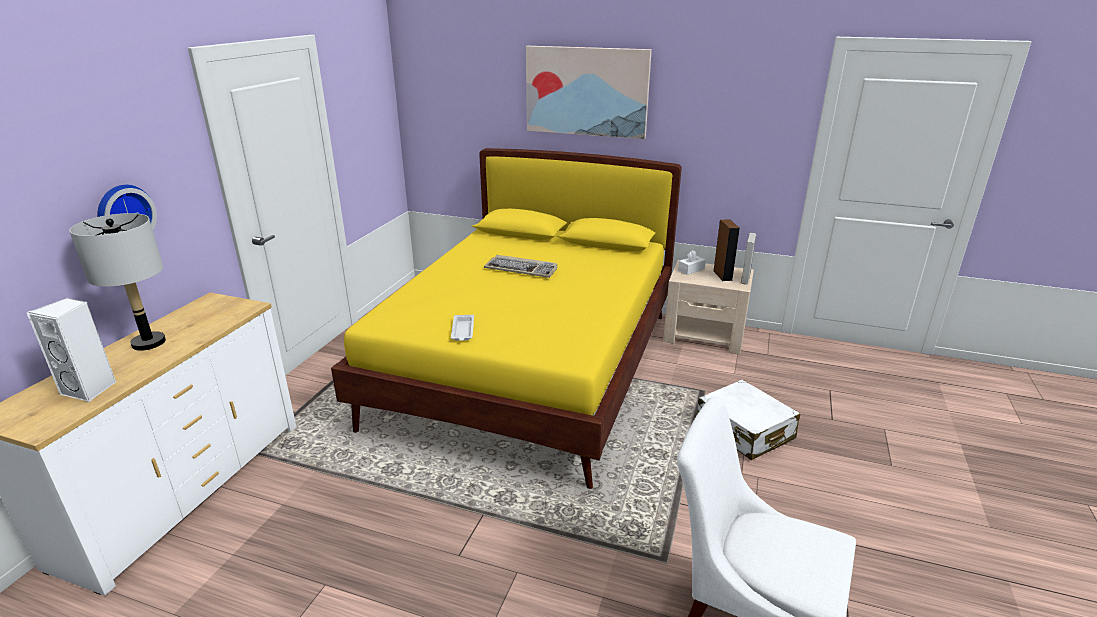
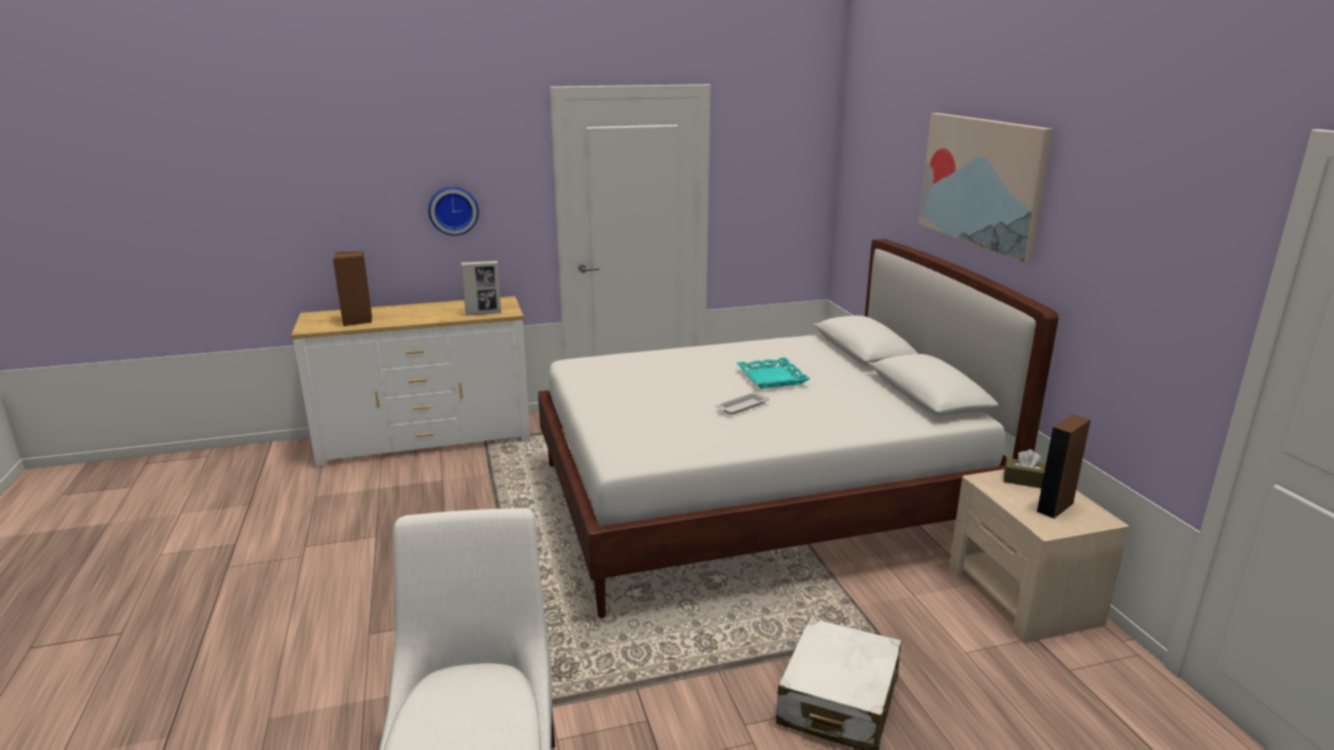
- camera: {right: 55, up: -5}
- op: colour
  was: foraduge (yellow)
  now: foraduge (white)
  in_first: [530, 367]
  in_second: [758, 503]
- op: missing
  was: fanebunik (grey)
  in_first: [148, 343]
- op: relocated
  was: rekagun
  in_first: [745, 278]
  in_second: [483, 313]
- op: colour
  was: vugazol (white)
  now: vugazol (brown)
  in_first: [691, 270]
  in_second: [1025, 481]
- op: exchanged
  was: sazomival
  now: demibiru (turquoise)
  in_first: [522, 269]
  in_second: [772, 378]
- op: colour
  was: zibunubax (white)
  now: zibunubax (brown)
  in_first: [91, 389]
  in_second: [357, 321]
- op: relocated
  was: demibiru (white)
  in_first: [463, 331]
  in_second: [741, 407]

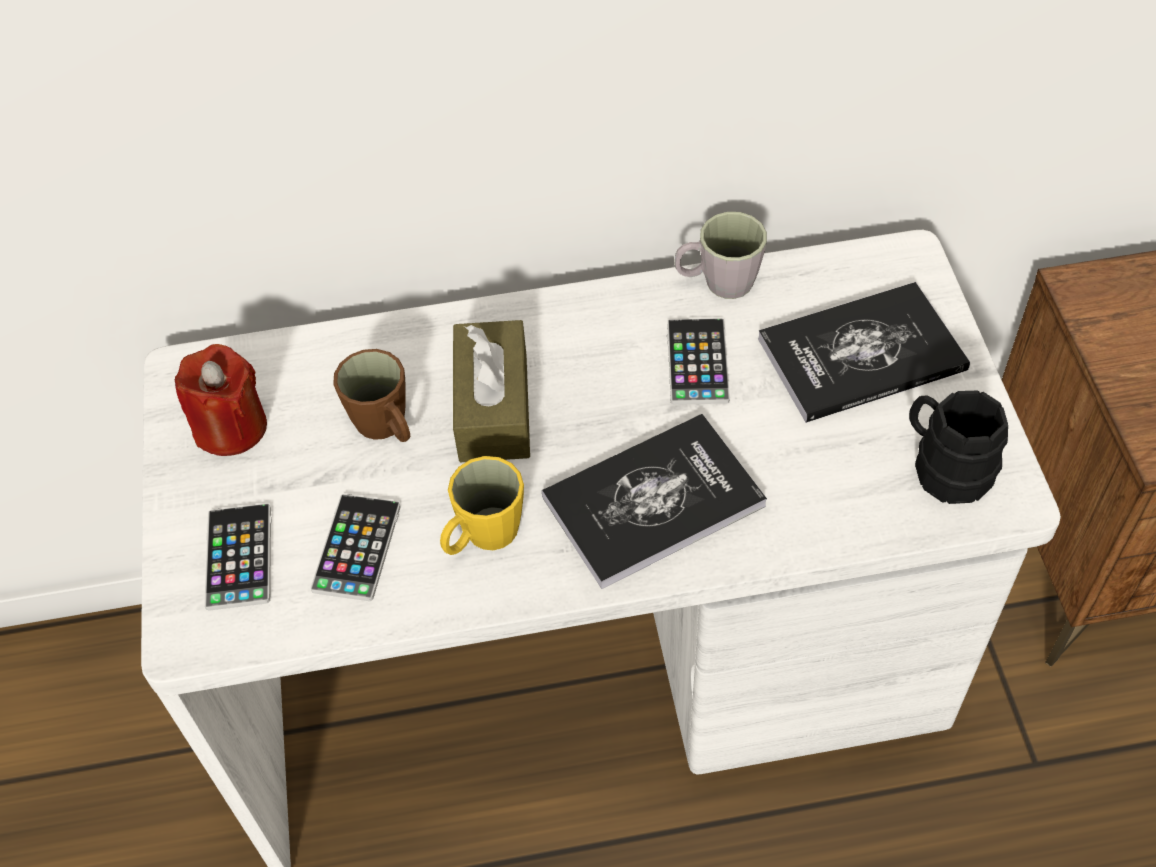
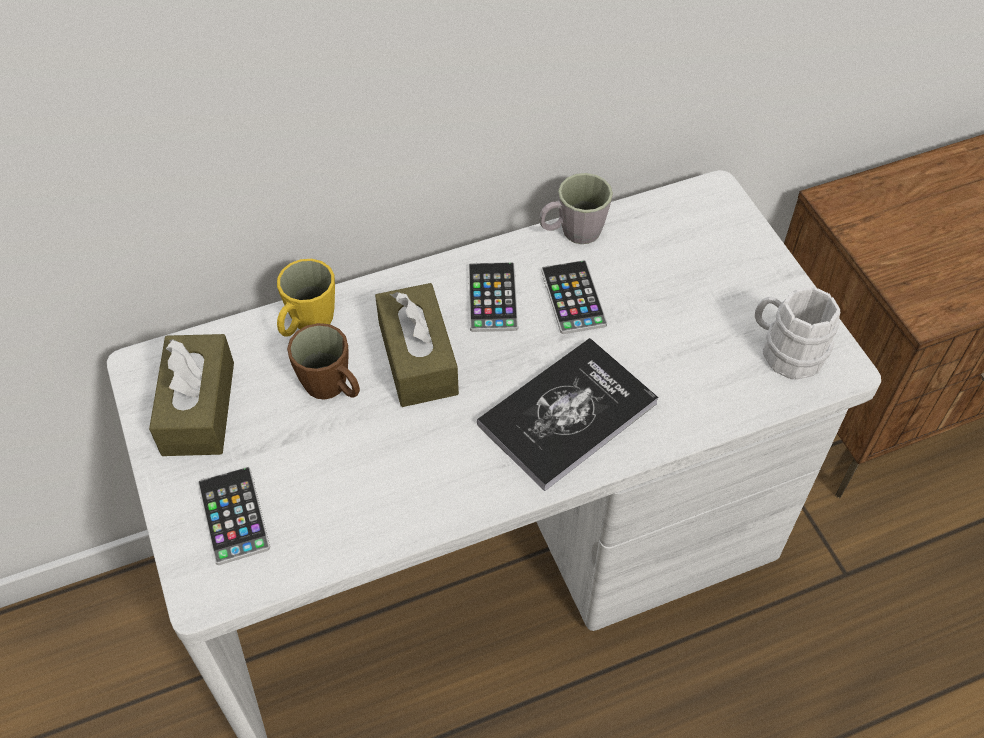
- camera: {right: -15, up: 0}
- op: missing
  was: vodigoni
  in_first: [861, 355]
- op: exchanged
  was: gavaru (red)
  now: vugazol (brown)
  in_first: [231, 427]
  in_second: [198, 408]
- op: colour
  was: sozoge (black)
  now: sozoge (white)
  in_first: [944, 467]
  in_second: [785, 352]
- op: relocated
  was: sozoge (yellow)
  in_first: [482, 537]
  in_second: [307, 324]
- op: relocated
  was: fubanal
  in_first: [356, 548]
  in_second: [492, 297]

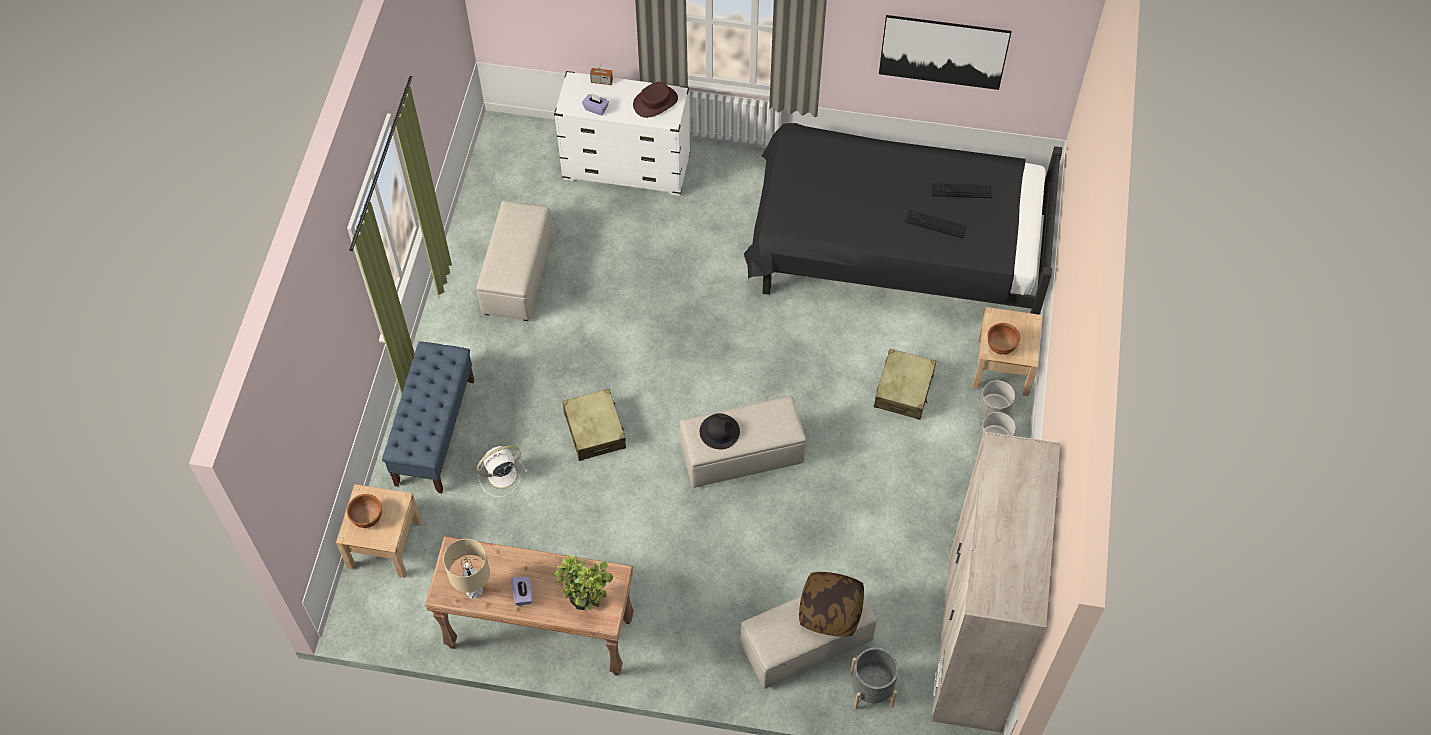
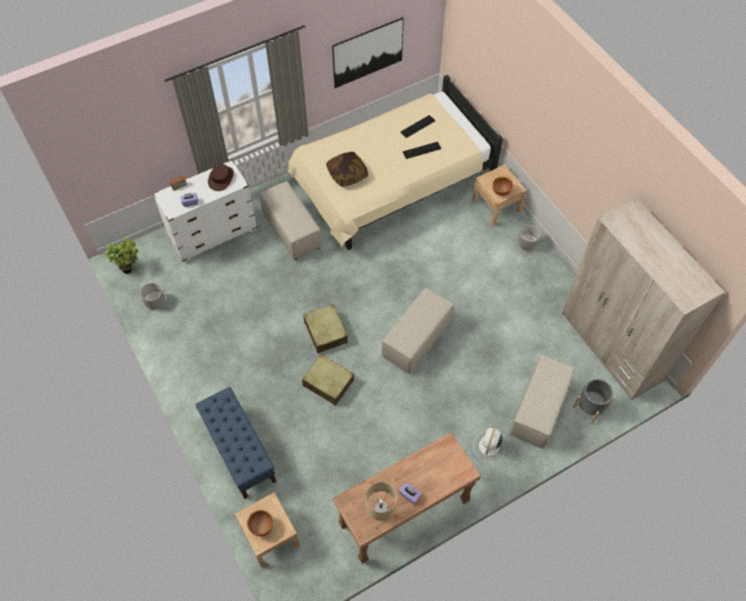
- camera: {right: -40, up: 0}
- op: colour
  was: foraduge (black)
  now: foraduge (beige)
  in_first: [894, 248]
  in_second: [391, 184]
- op: relocated
  was: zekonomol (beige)
  in_first: [518, 276]
  in_second: [292, 231]
- op: relocated
  was: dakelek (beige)
  in_first: [904, 390]
  in_second: [325, 332]
- op: relocated
  was: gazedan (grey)
  in_first: [994, 409]
  in_second: [155, 302]
- op: missing
  was: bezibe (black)
  in_first: [719, 431]
- op: relocated
  was: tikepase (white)
  in_first: [500, 475]
  in_second: [488, 447]
- op: relocated
  was: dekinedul
  in_first: [586, 601]
  in_second: [129, 268]
- op: relocated
  was: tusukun
  in_first: [830, 609]
  in_second: [347, 174]

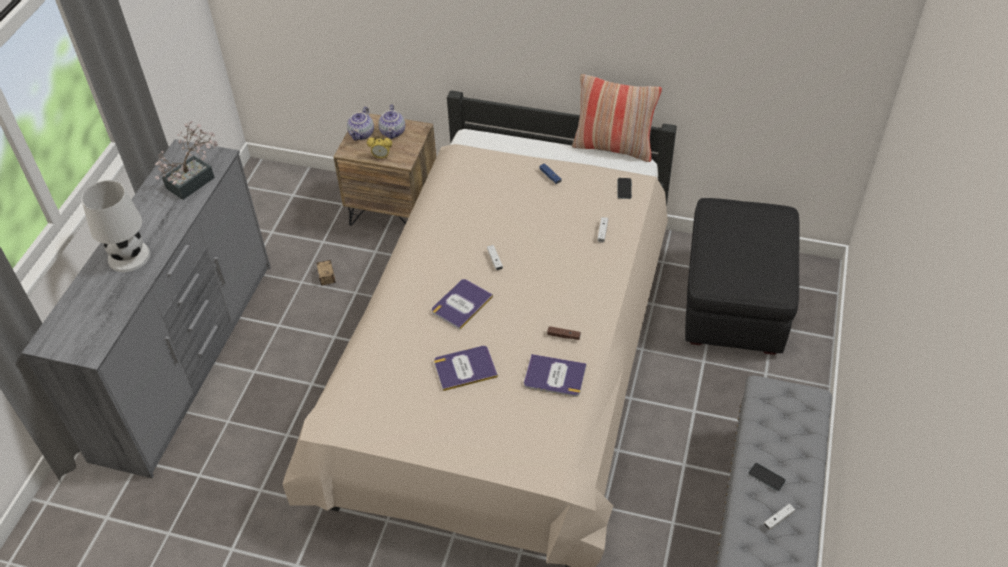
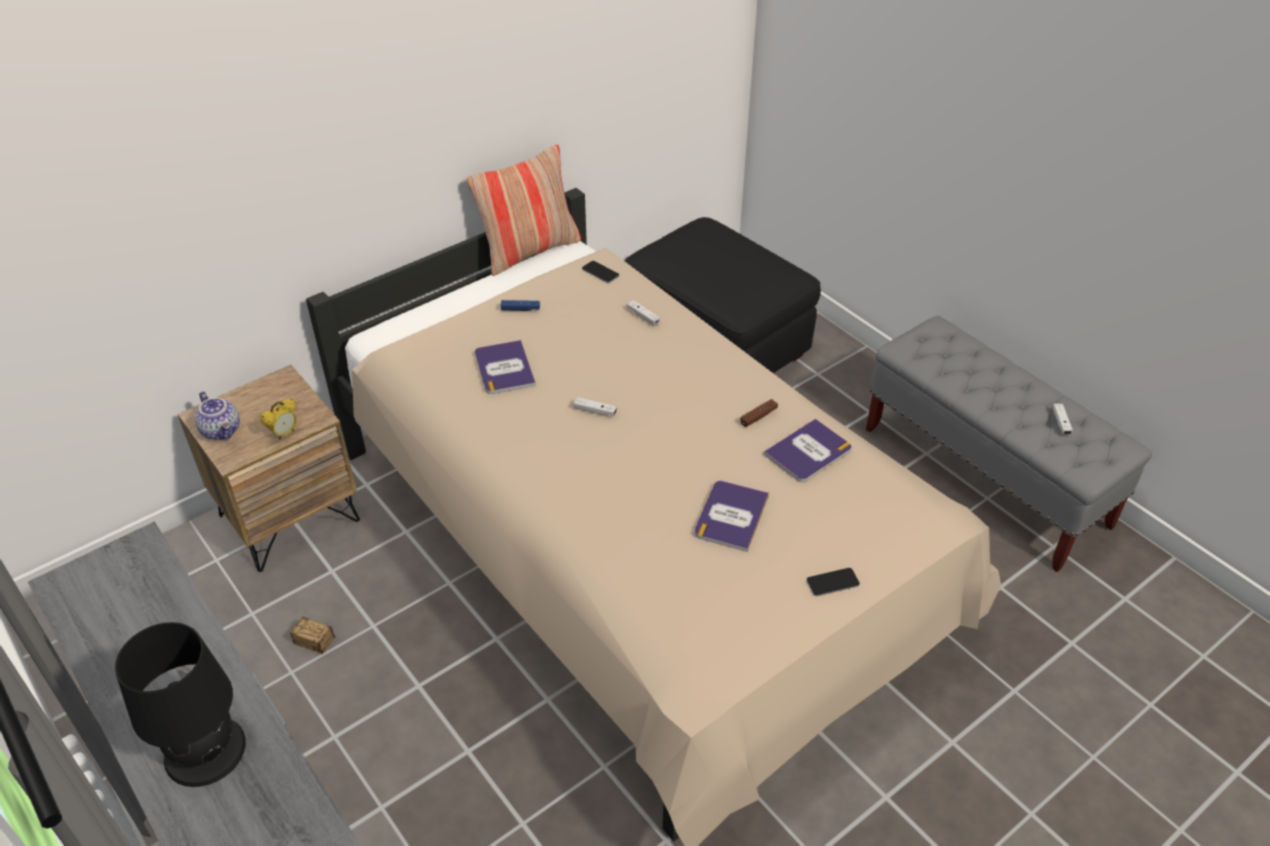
- camera: {right: -55, up: -5}
- op: missing
  was: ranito
  in_first: [393, 132]
- op: missing
  was: dekinedul
  in_first: [195, 180]
- op: colour
  was: fanebunik (white)
  now: fanebunik (black)
  in_first: [129, 256]
  in_second: [204, 749]
- op: relocated
  was: vodigoni
  in_first: [461, 304]
  in_second: [504, 368]
- op: relocated
  was: fubanal
  in_first: [766, 477]
  in_second: [832, 582]

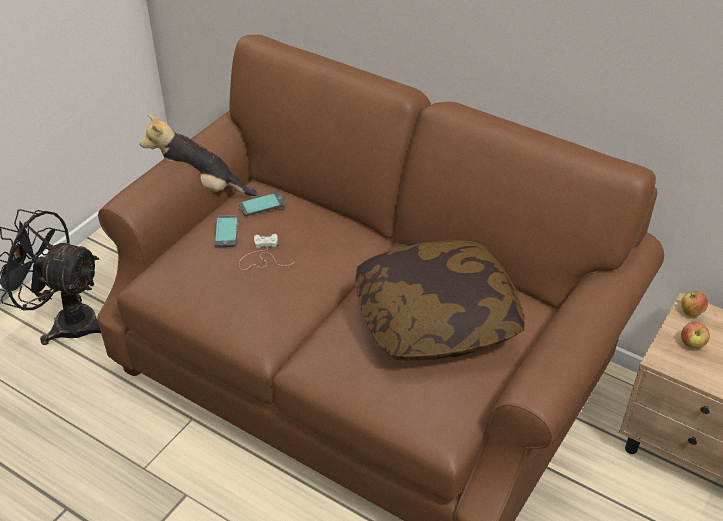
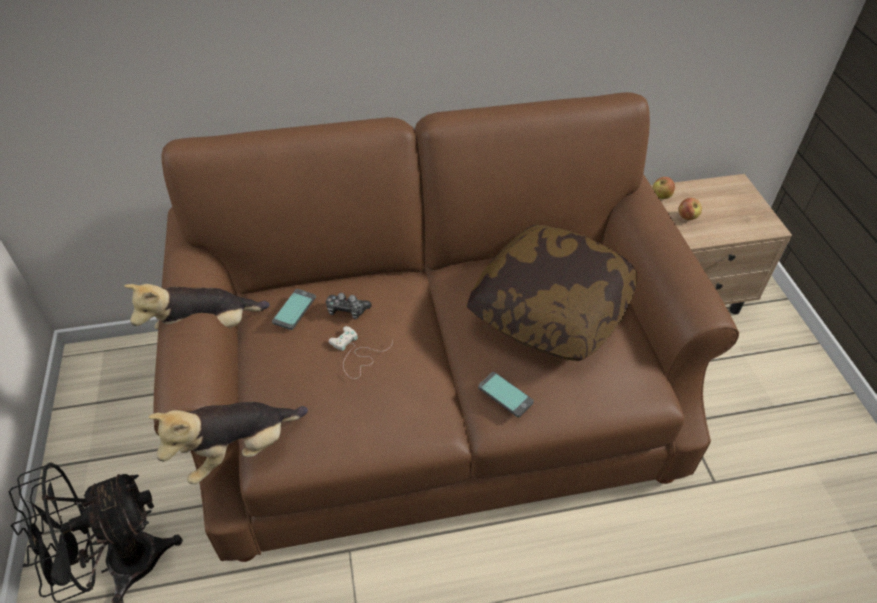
- camera: {right: -45, up: 5}
- op: relocated
  was: fubanal
  in_first: [226, 232]
  in_second: [505, 394]
- op: appeared
  now: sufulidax
  in_second: [347, 310]
- op: appeared
  now: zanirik
  in_second: [240, 451]

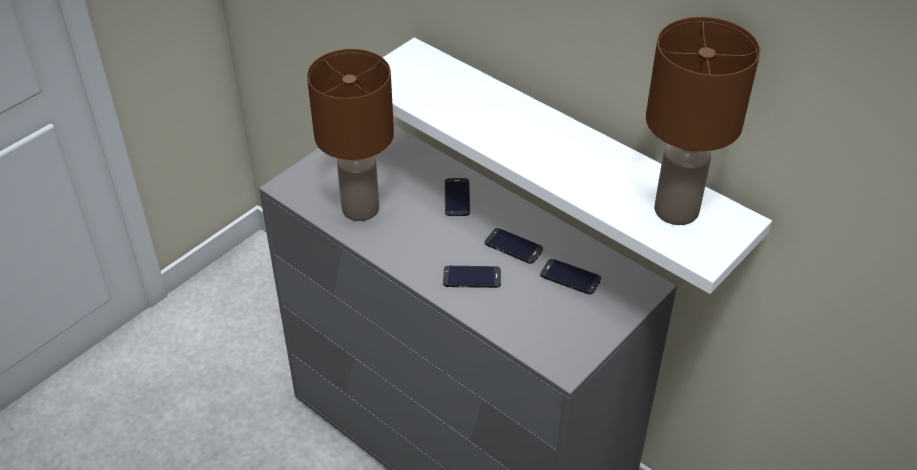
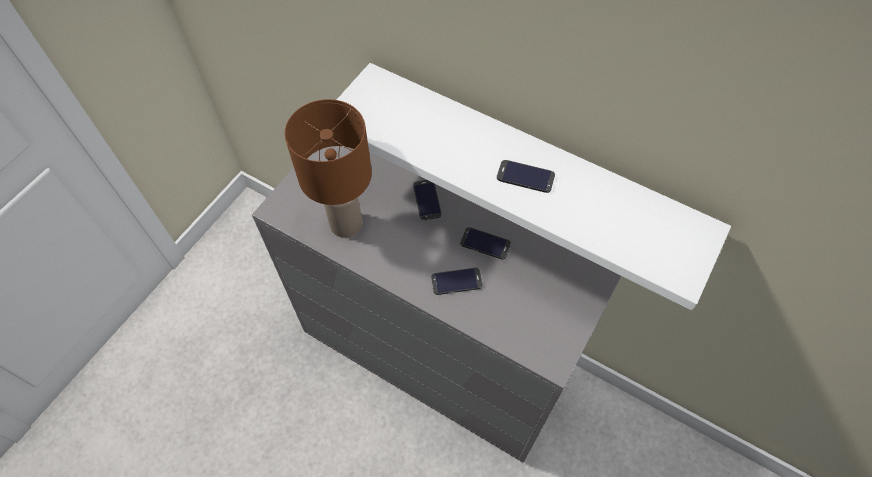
- camera: {right: -10, up: 15}
- op: missing
  was: fanebunik (brown)
  in_first: [677, 211]
- op: relocated
  was: fubanal
  in_first: [570, 277]
  in_second: [525, 176]

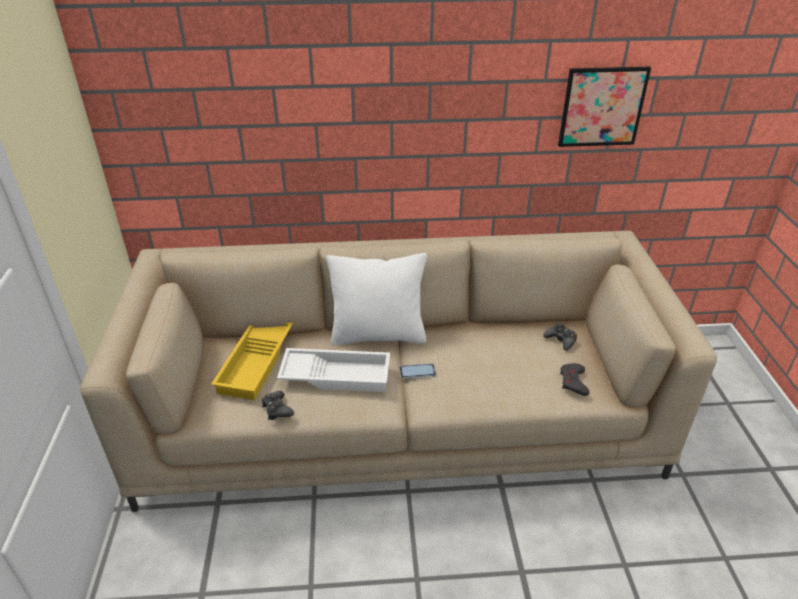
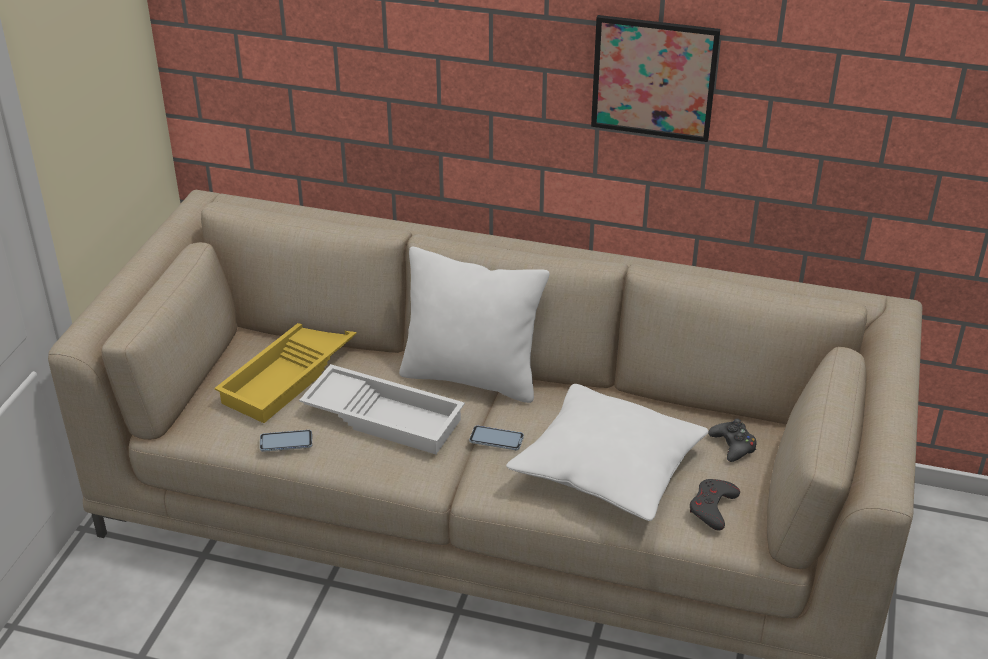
- camera: {right: 20, up: 0}
- op: relocated
  was: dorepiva
  in_first: [602, 107]
  in_second: [654, 78]
- op: exchanged
  was: sufulidax (black)
  now: fubanal
  in_first: [277, 409]
  in_second: [286, 442]
- op: appeared
  now: tusukun (white)
  in_second: [607, 469]

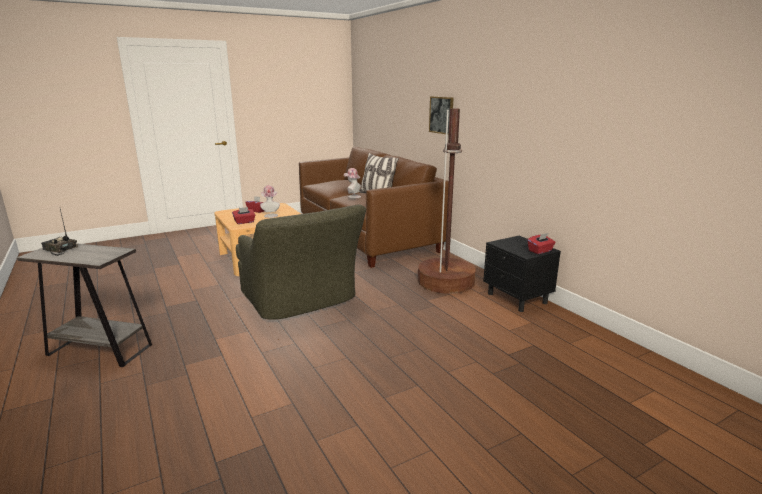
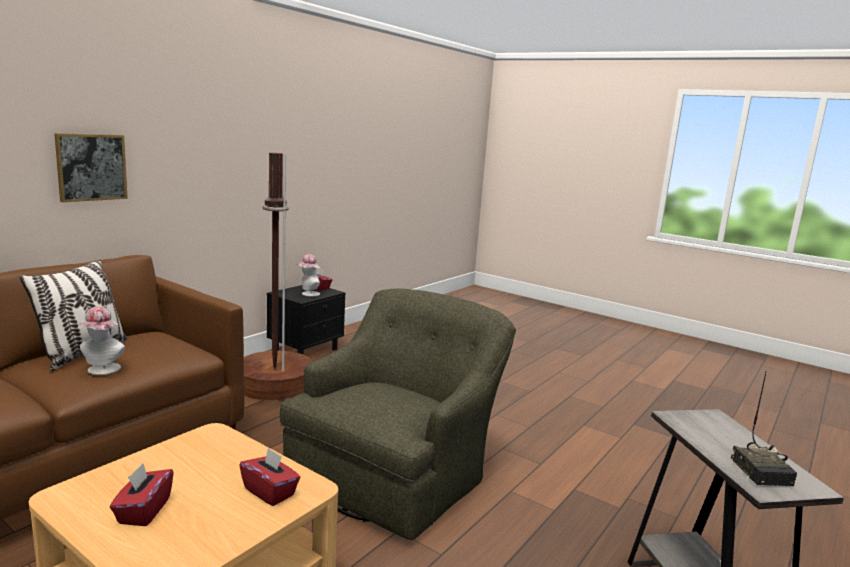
- camera: {right: -115, up: -5}
- op: relocated
  was: bezibe
  in_first: [270, 215]
  in_second: [308, 294]

